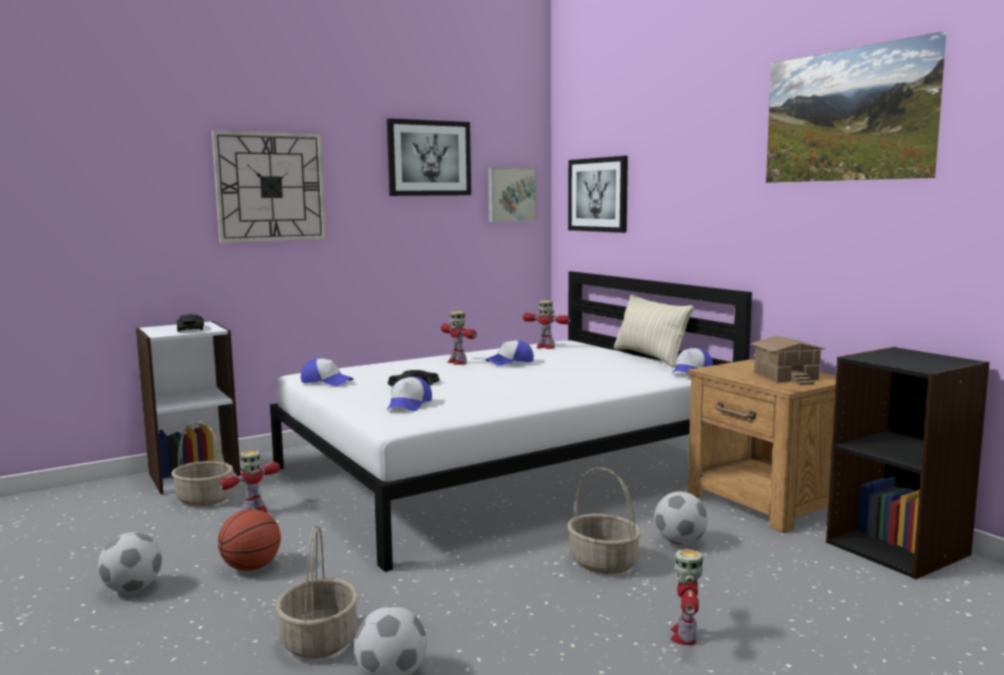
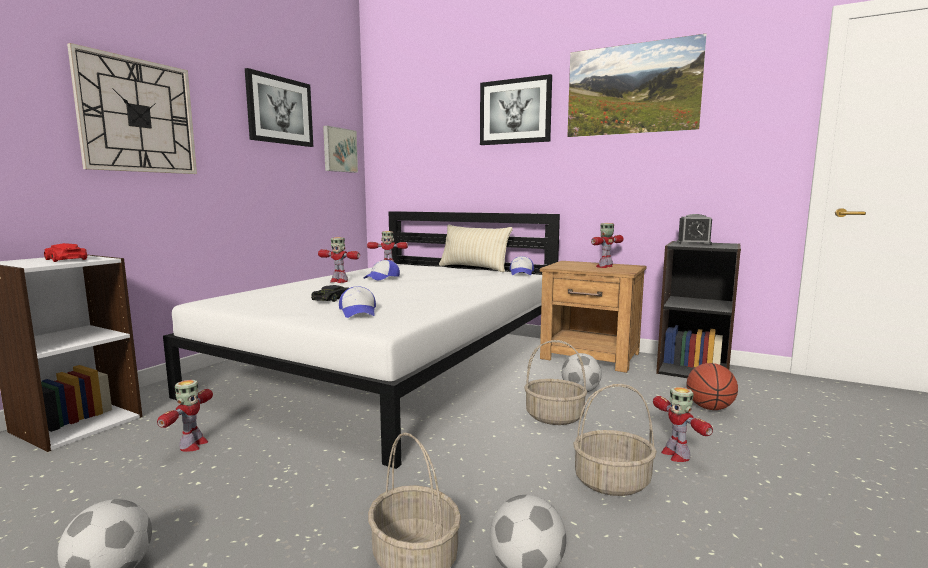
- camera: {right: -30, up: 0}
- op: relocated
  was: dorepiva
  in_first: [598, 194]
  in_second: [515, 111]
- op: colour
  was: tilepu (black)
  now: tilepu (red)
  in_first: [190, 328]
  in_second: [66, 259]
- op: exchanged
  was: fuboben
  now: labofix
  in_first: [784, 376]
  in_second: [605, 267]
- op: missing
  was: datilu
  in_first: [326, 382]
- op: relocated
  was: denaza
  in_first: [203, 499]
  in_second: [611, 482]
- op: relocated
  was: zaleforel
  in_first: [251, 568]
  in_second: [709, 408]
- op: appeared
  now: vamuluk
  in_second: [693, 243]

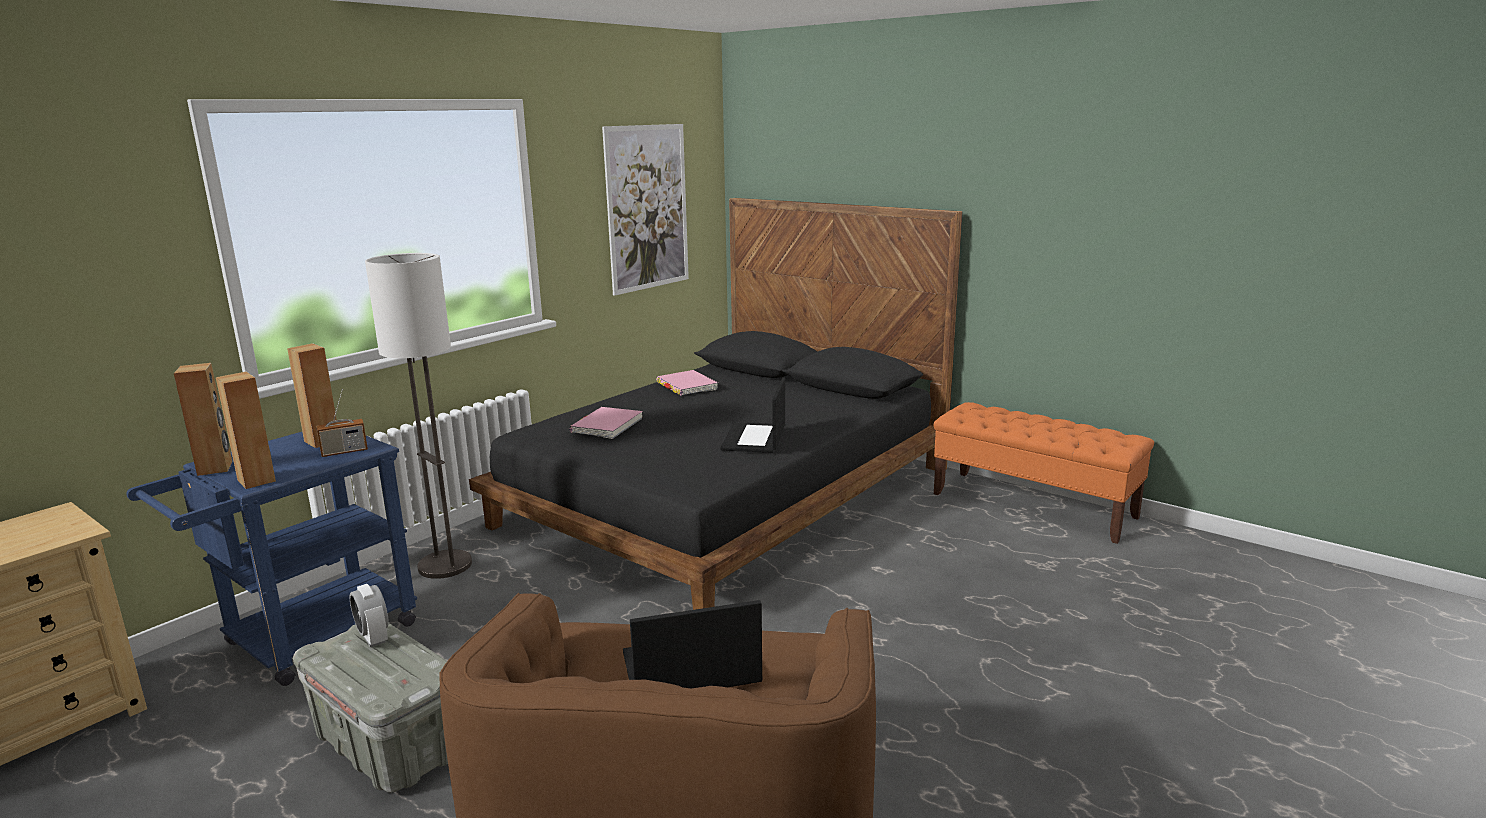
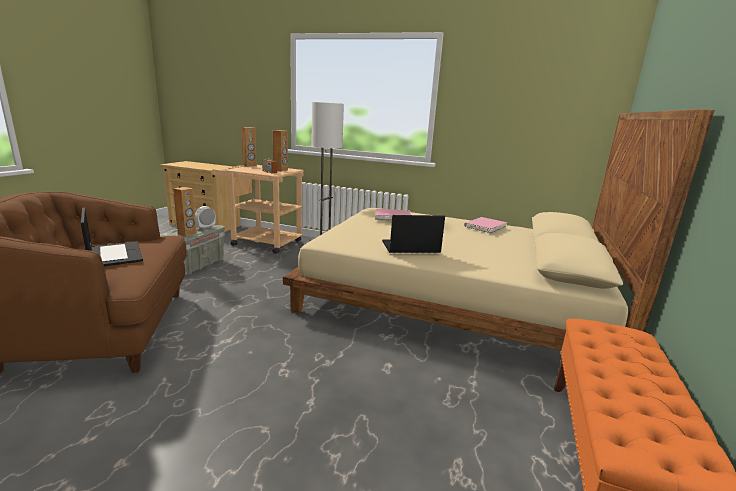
- camera: {right: 70, up: 0}
- op: missing
  was: dorepiva
  in_first: [647, 208]
- op: colour
  was: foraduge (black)
  now: foraduge (beige)
  in_first: [727, 497]
  in_second: [451, 298]
- op: relocated
  was: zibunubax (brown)
  in_first: [257, 480]
  in_second: [187, 233]
- op: colour
  was: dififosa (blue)
  now: dififosa (beige)
  in_first: [307, 640]
  in_second: [261, 242]

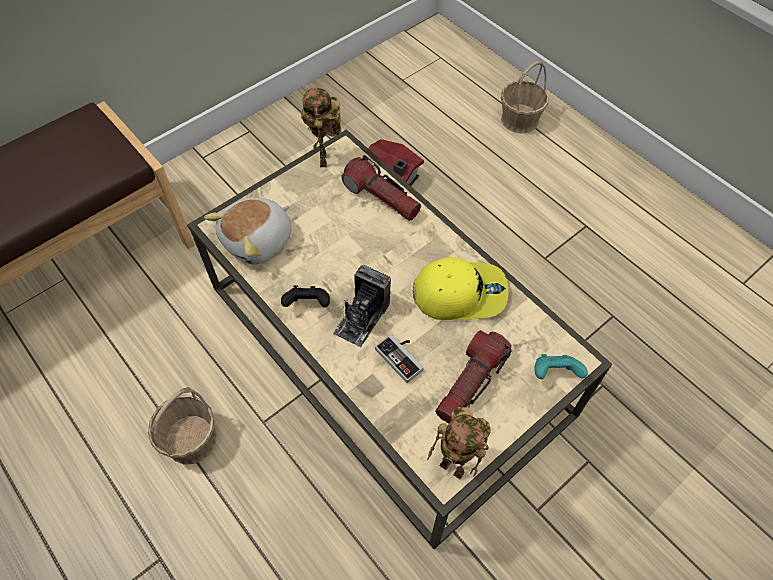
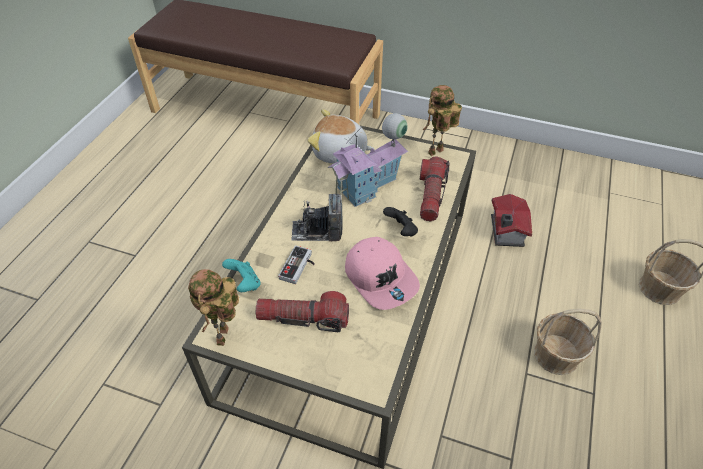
- camera: {right: 60, up: -10}
- op: colour
  was: datilu (yellow)
  now: datilu (pink)
  in_first: [459, 293]
  in_second: [381, 278]
- op: relocated
  was: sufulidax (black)
  in_first: [308, 304]
  in_second: [401, 230]
- op: relocated
  was: sufulidax (turquoise)
  in_first: [554, 373]
  in_second: [244, 284]
- op: relocated
  was: denaza
  in_first: [190, 439]
  in_second: [555, 354]
- op: appeared
  now: fuboben
  in_second: [368, 186]

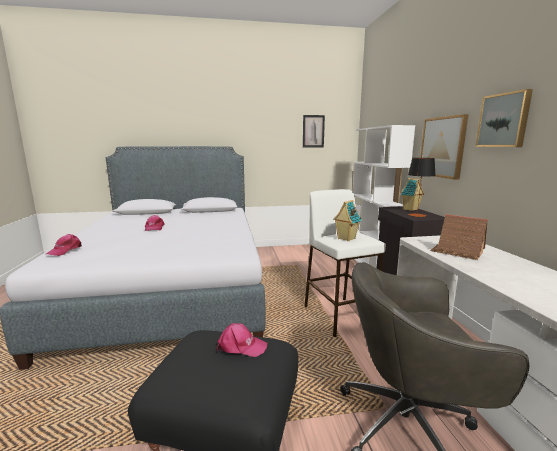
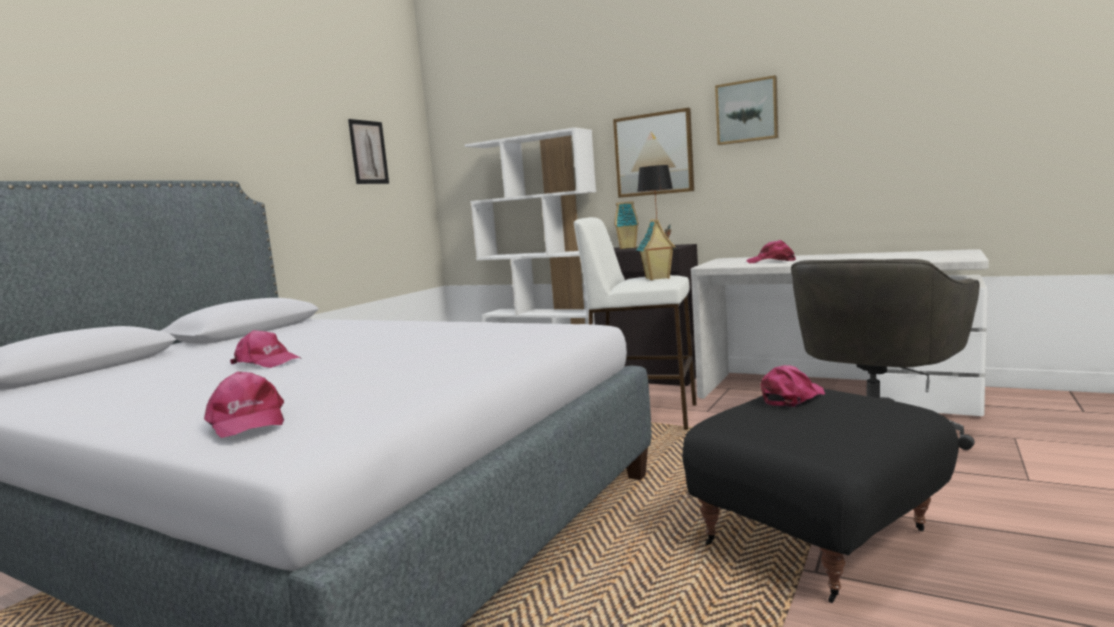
- camera: {right: -50, up: -5}
- op: exchanged
  was: fuboben
  now: datilu (pink)
  in_first: [457, 252]
  in_second: [771, 261]

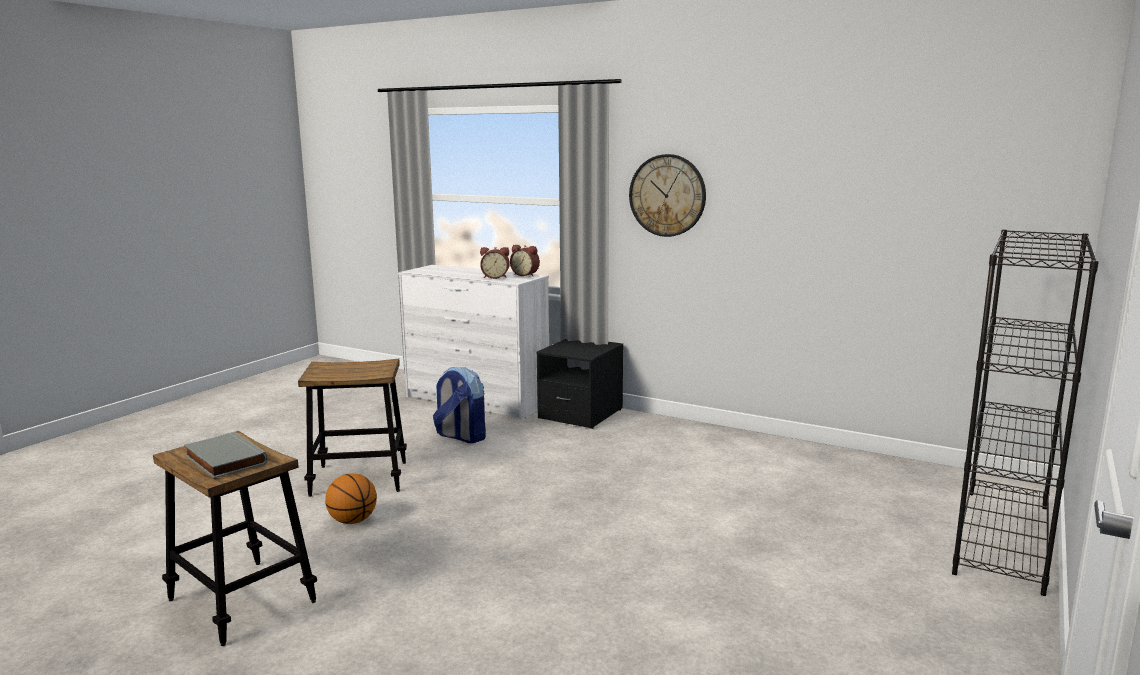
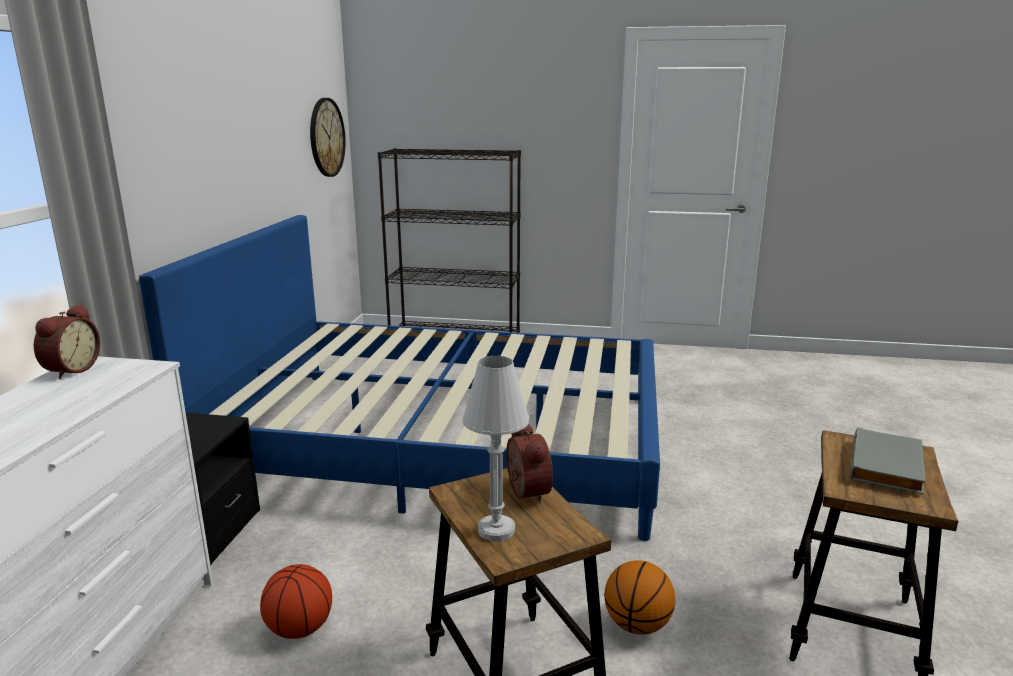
- camera: {right: -110, up: 5}
- op: relocated
  was: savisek
  in_first: [667, 195]
  in_second: [326, 137]
- op: relocated
  was: vamuluk
  in_first: [495, 277]
  in_second: [524, 492]
- op: exchanged
  was: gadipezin
  now: zaleforel
  in_first: [461, 437]
  in_second: [300, 629]
- op: appeared
  now: foraduge (blue)
  in_second: [443, 440]
- op: appeared
  now: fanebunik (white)
  in_second: [496, 530]

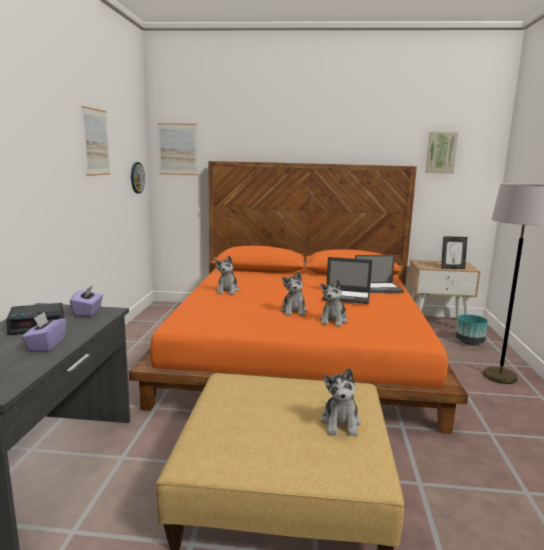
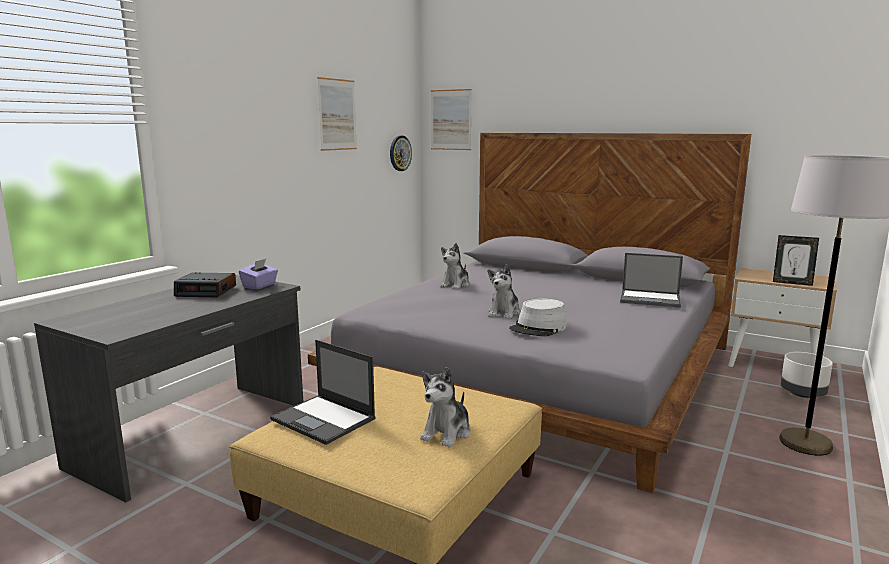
- camera: {right: 25, up: 0}
- op: missing
  was: dorepiva
  in_first: [441, 152]
- op: colour
  was: foraduge (orange)
  now: foraduge (grey)
  in_first: [299, 352]
  in_second: [540, 370]
- op: relocated
  was: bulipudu
  in_first: [347, 297]
  in_second: [324, 419]
- op: exchanged
  was: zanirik
  now: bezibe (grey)
  in_first: [333, 321]
  in_second: [538, 328]
- op: missing
  was: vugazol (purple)
  in_first: [46, 345]
- op: colour
  was: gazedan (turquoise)
  now: gazedan (grey)
  in_first: [469, 342]
  in_second: [802, 394]

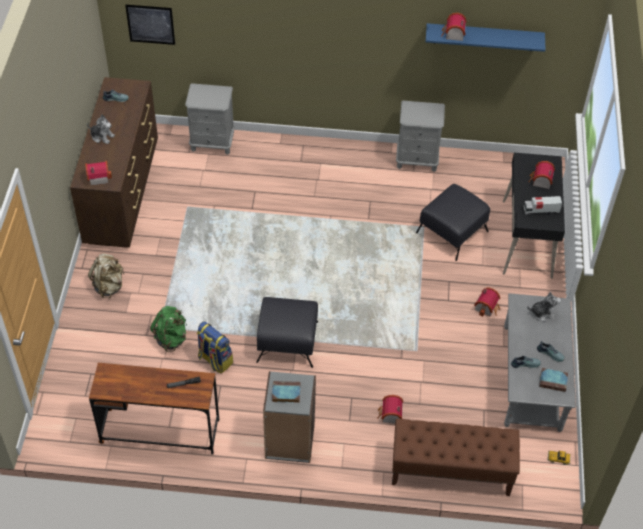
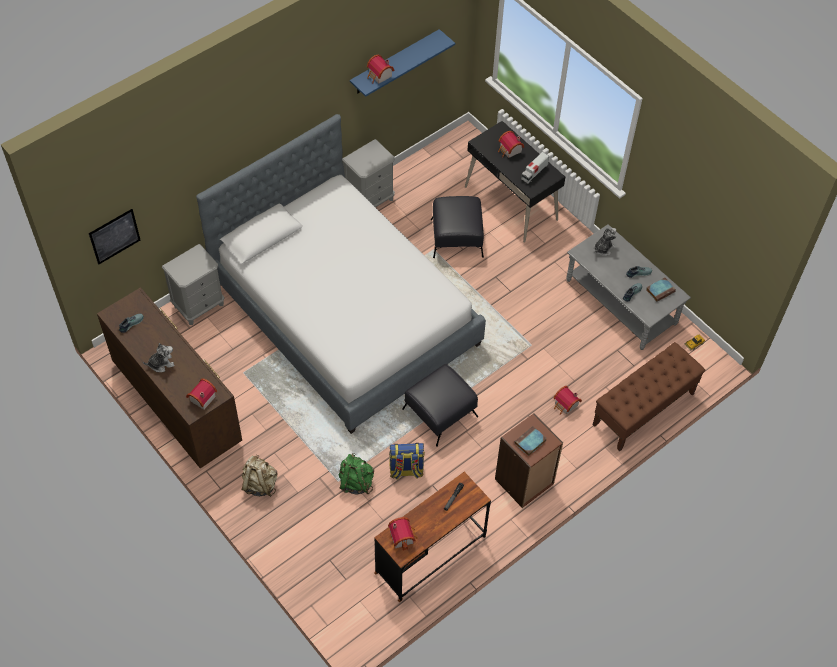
- camera: {right: -45, up: 5}
- op: relocated
  was: fuboben
  in_first: [487, 307]
  in_second: [403, 536]
- op: colour
  was: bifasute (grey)
  now: bifasute (brown)
  in_first: [289, 442]
  in_second: [524, 482]
- op: appeared
  now: foraduge
  in_second: [345, 313]

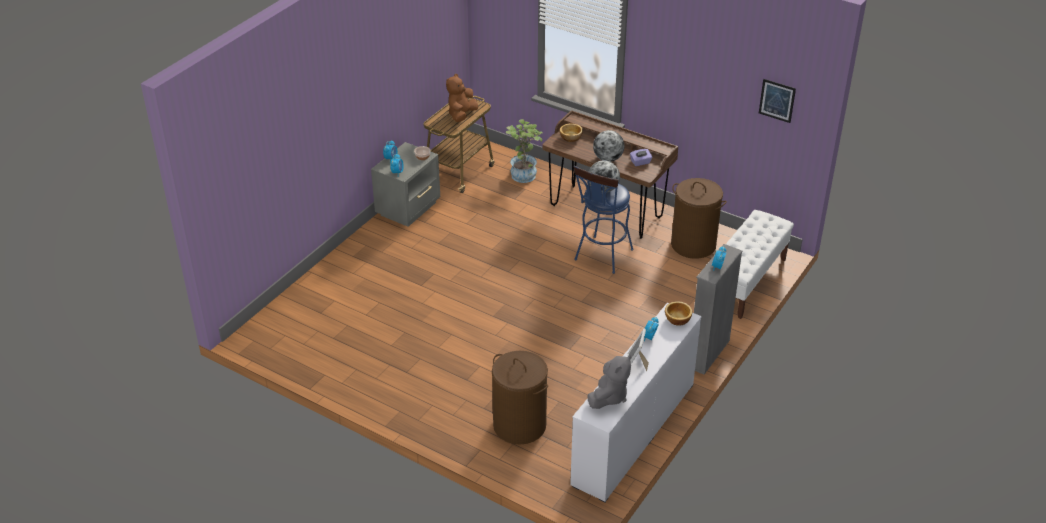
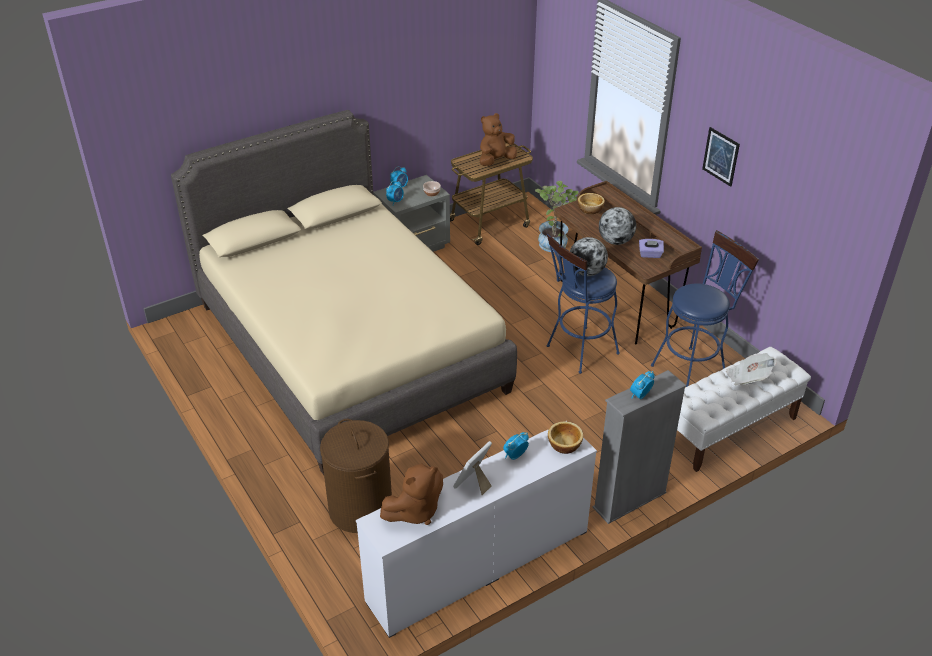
- camera: {right: 25, up: 0}
- op: relocated
  was: dorepiva
  in_first: [777, 100]
  in_second: [721, 156]
- op: exchanged
  was: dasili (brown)
  now: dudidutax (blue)
  in_first: [693, 245]
  in_second: [693, 368]
- op: colour
  was: zanirik (grey)
  now: zanirik (brown)
  in_first: [609, 396]
  in_second: [415, 511]
- op: appeared
  now: foraduge (beige)
  in_second: [349, 347]
- op: appeared
  now: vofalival
  in_second: [748, 377]

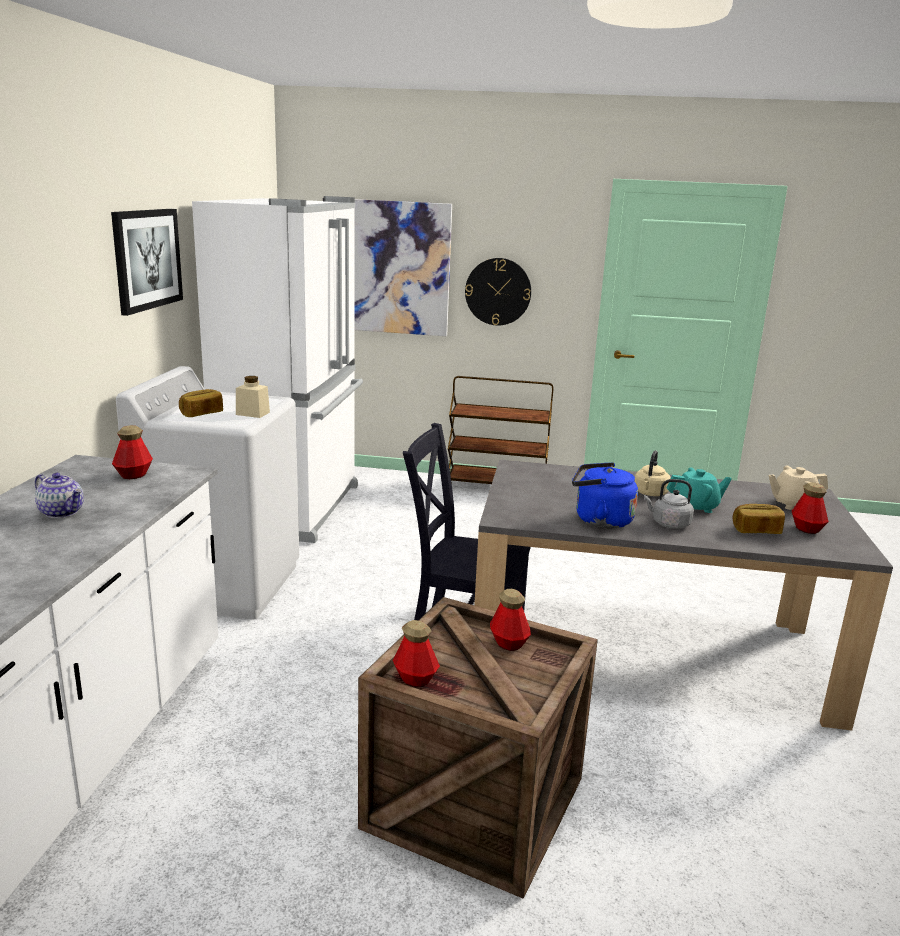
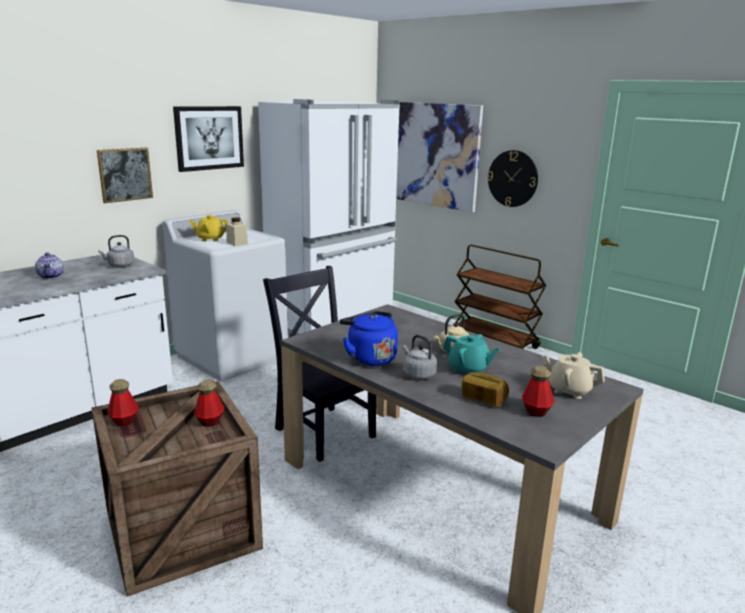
- camera: {right: 35, up: 0}
- op: exchanged
  was: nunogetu
  now: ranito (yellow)
  in_first: [201, 413]
  in_second: [210, 239]
- op: exchanged
  was: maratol
  now: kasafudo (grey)
  in_first: [133, 475]
  in_second: [119, 265]
- op: appeared
  now: dorepiva
  in_second: [125, 174]

